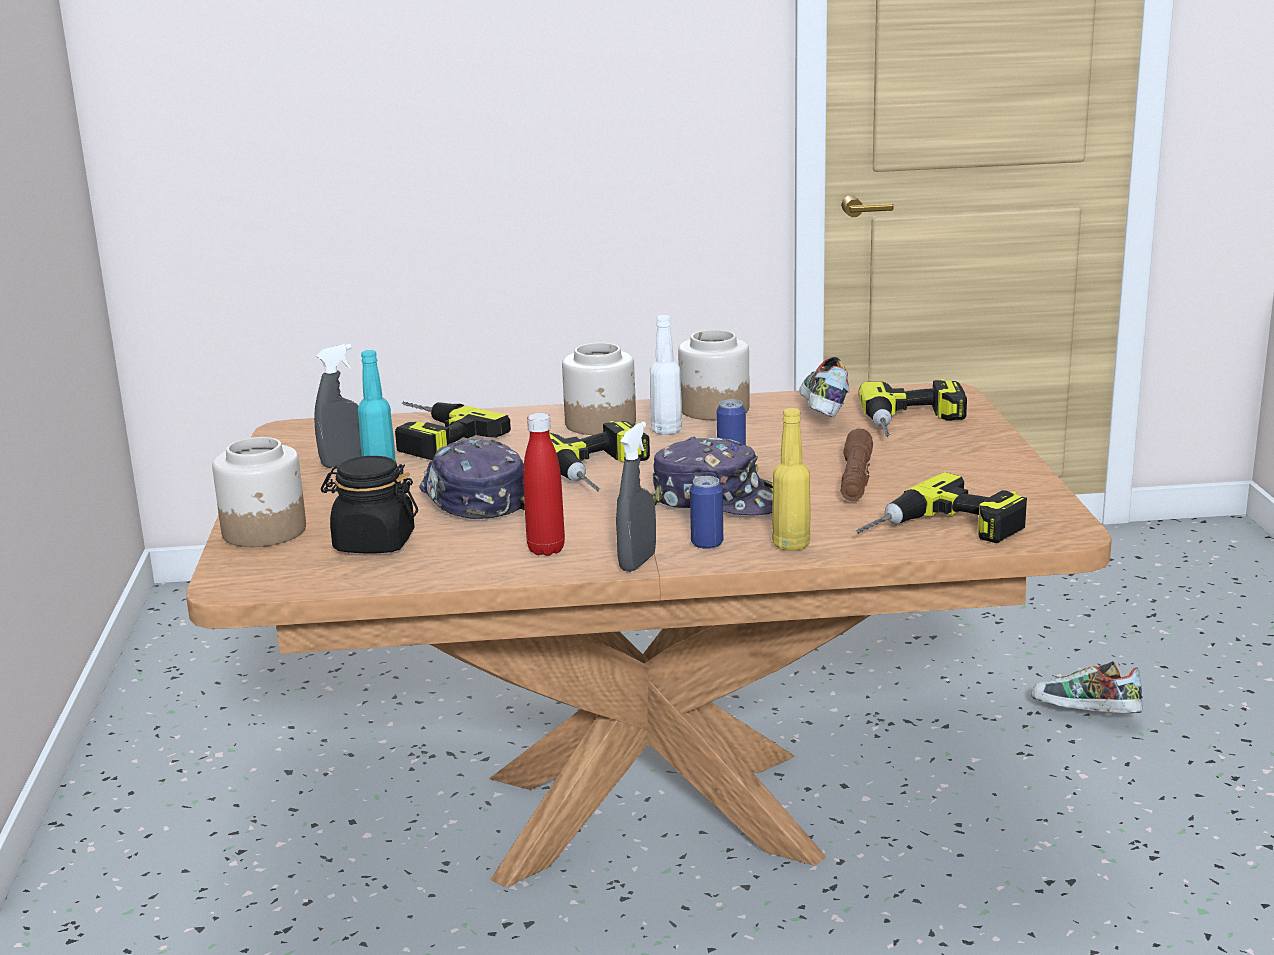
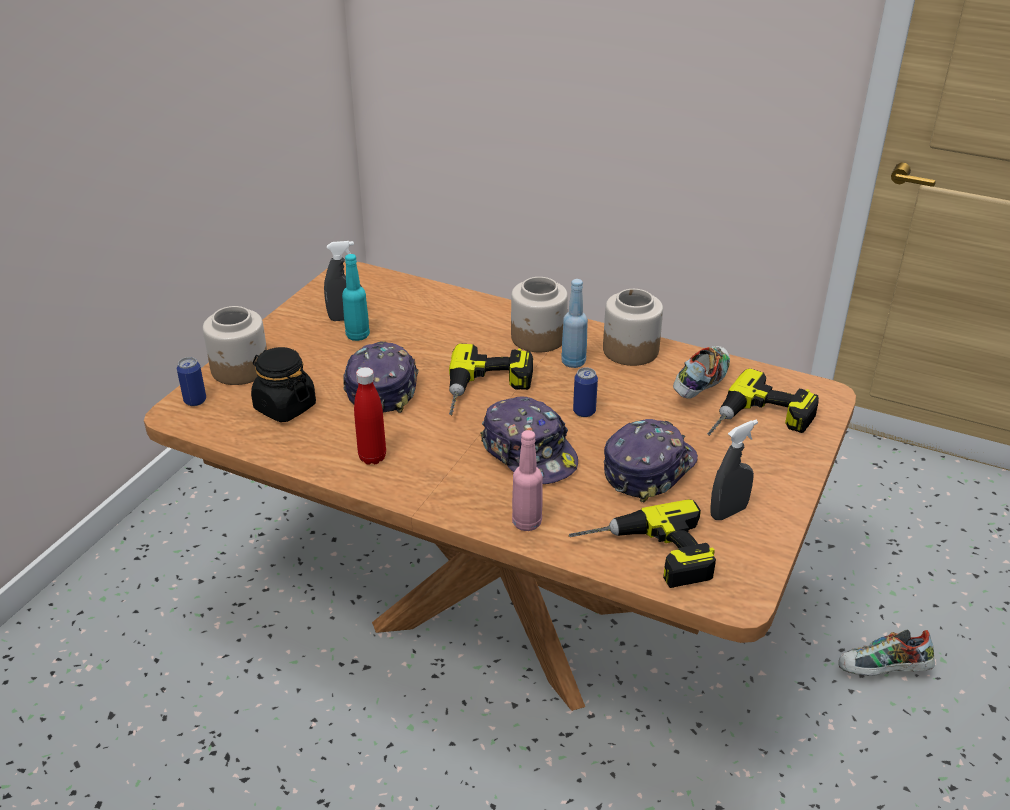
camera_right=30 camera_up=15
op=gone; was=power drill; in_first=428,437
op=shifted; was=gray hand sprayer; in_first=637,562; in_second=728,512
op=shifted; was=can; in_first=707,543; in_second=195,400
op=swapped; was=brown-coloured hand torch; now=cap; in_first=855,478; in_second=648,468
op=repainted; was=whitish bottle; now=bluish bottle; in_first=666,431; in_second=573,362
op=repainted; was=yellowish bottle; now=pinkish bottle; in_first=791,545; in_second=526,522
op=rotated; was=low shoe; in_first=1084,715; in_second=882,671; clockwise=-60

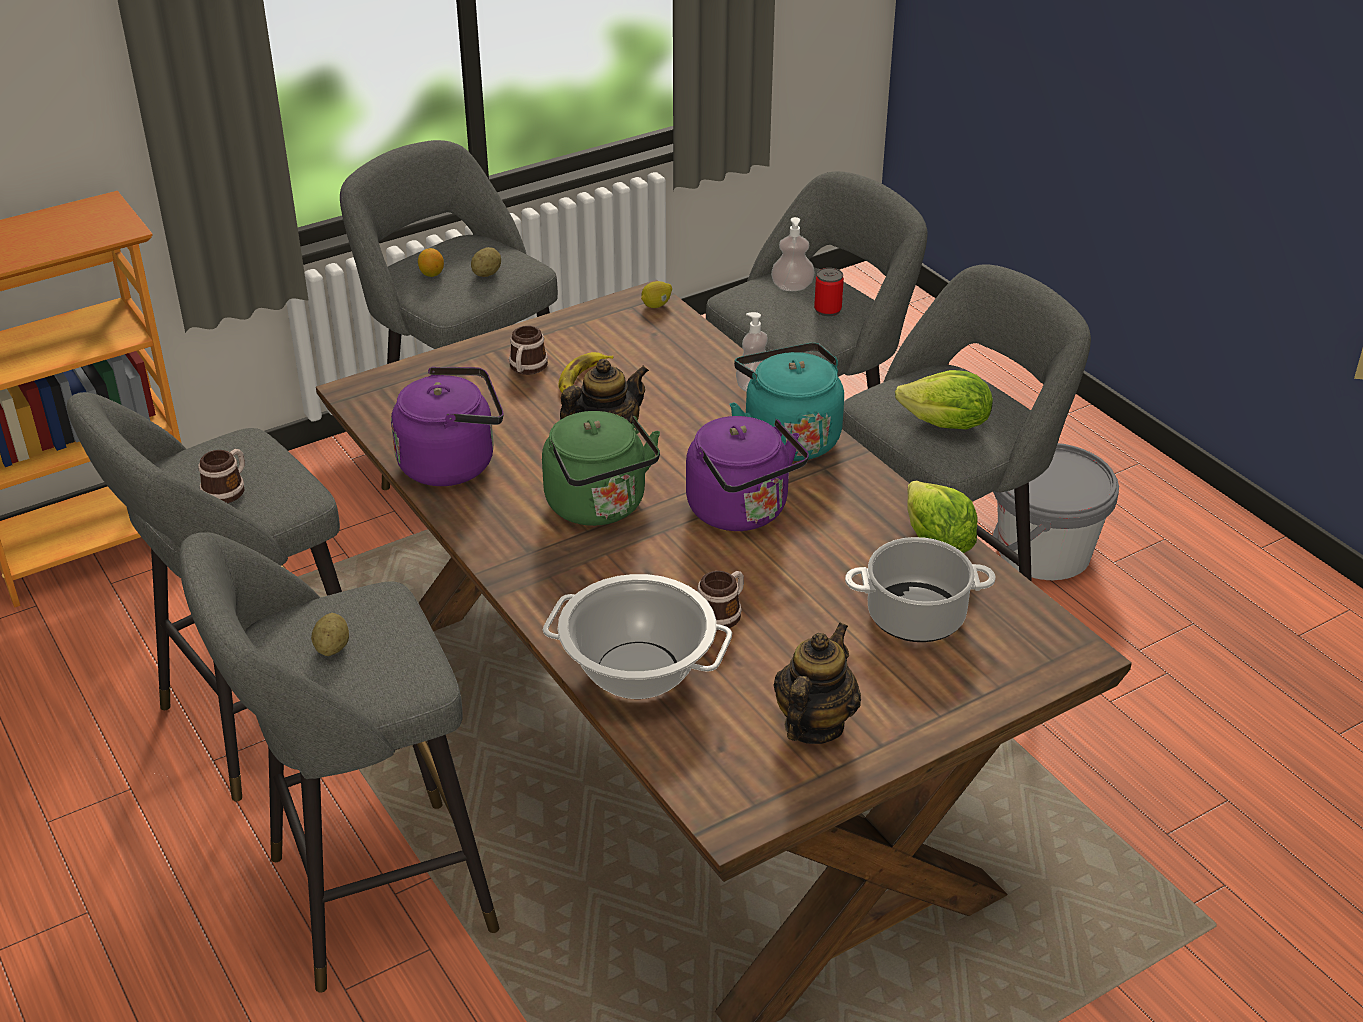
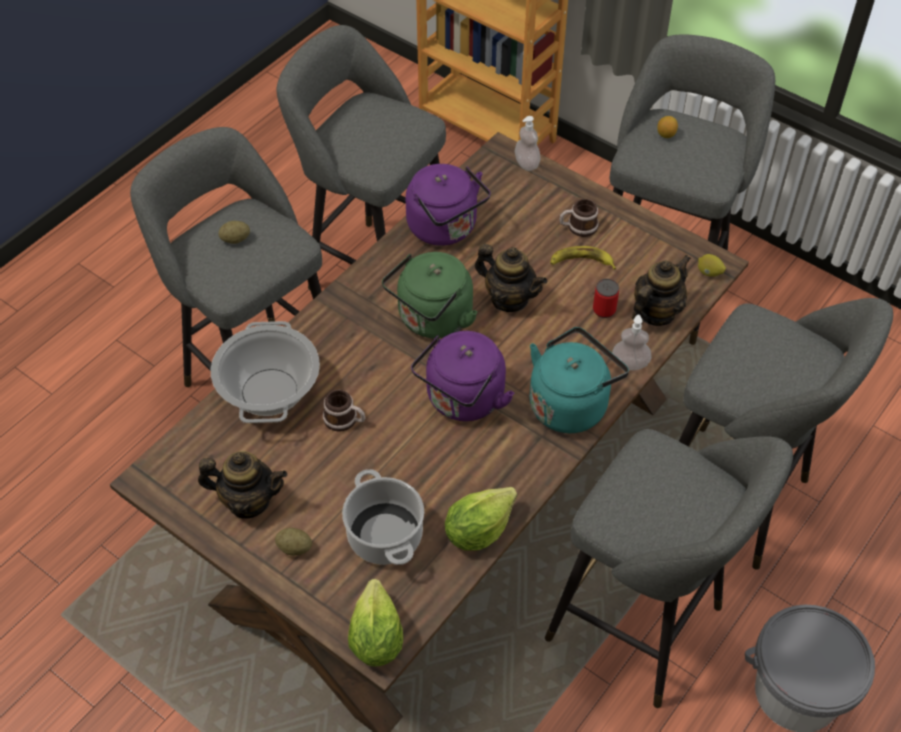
camera_right=70 camera_up=15
op=gone; was=tea mug; in_first=228,489
op=new; now=teapot; in_second=655,312
op=shifted; was=potato; in_first=487,274; in_second=294,548
op=shifted; was=liquid soap bottle; in_first=792,287; in_second=526,164
op=shifted; was=can; in_first=827,310; in_second=604,310
op=shifted; was=lettuce head; in_first=946,425; in_second=376,638

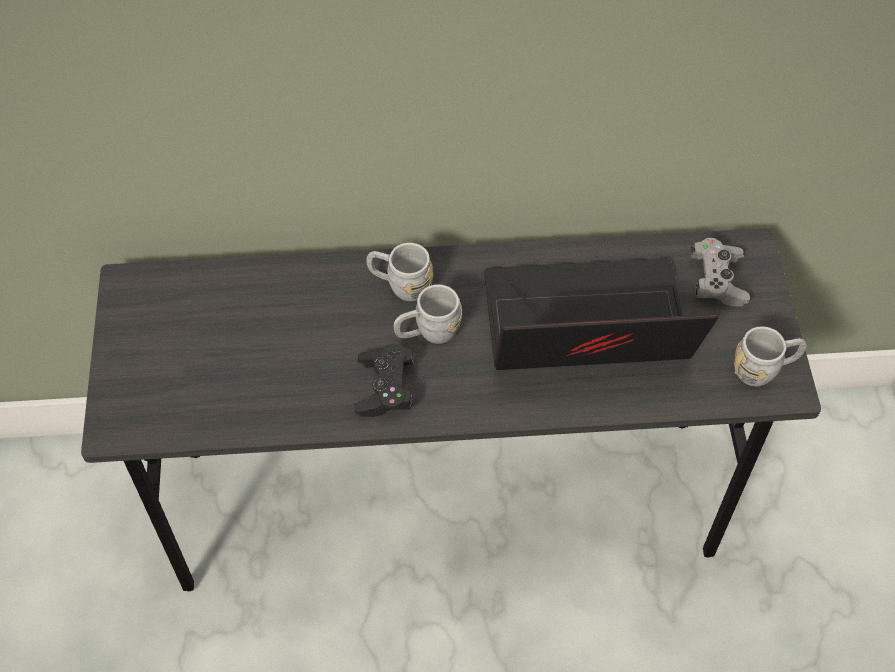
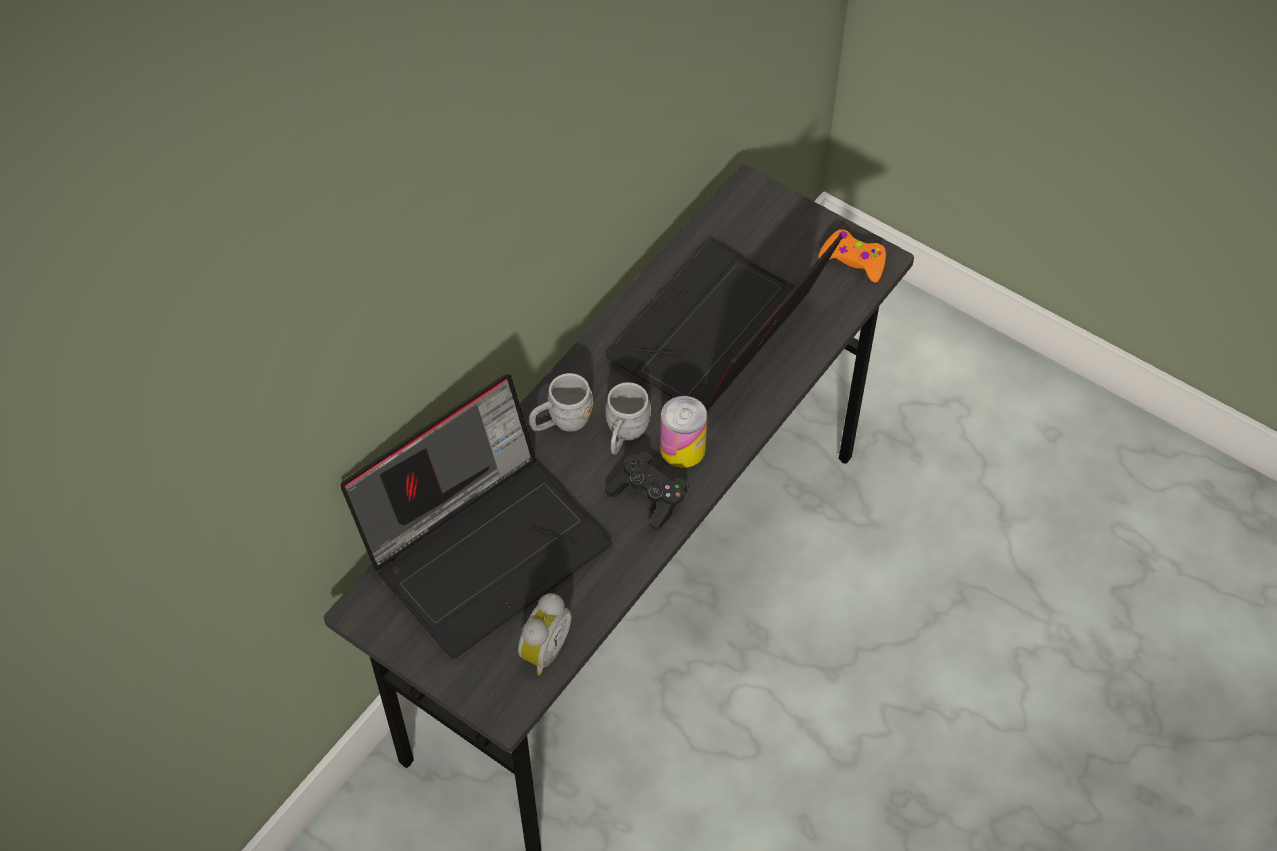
camera_right=-50 camera_up=0
op=gone; was=gray game controller; in_first=717,281
op=new; now=laptop; in_second=486,545
op=new; now=table clock; in_second=542,649
op=new; now=can; in_second=682,448
op=swapped; was=gray tea mug; now=orangey game controller; in_first=764,369; in_second=853,260

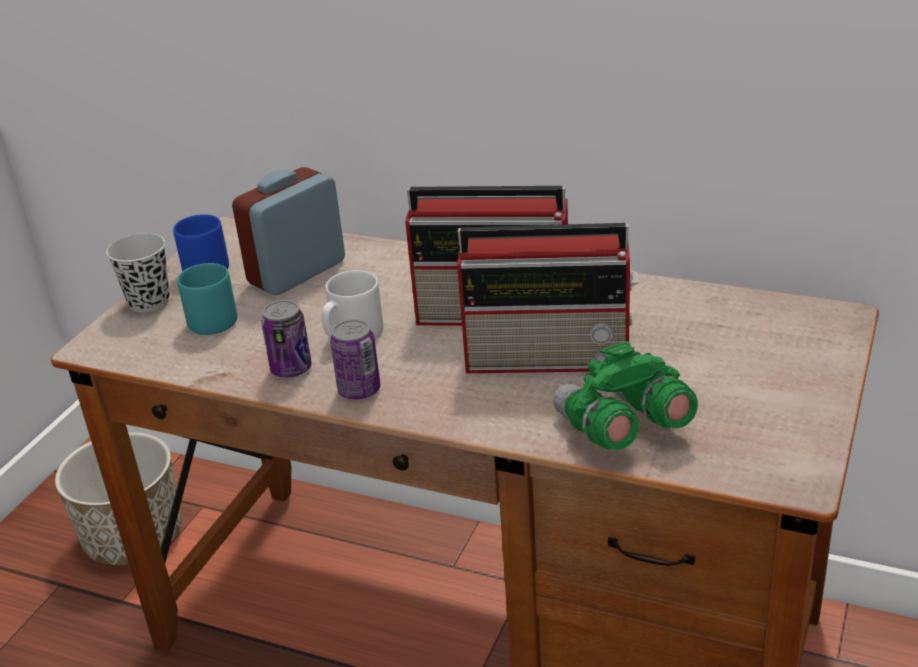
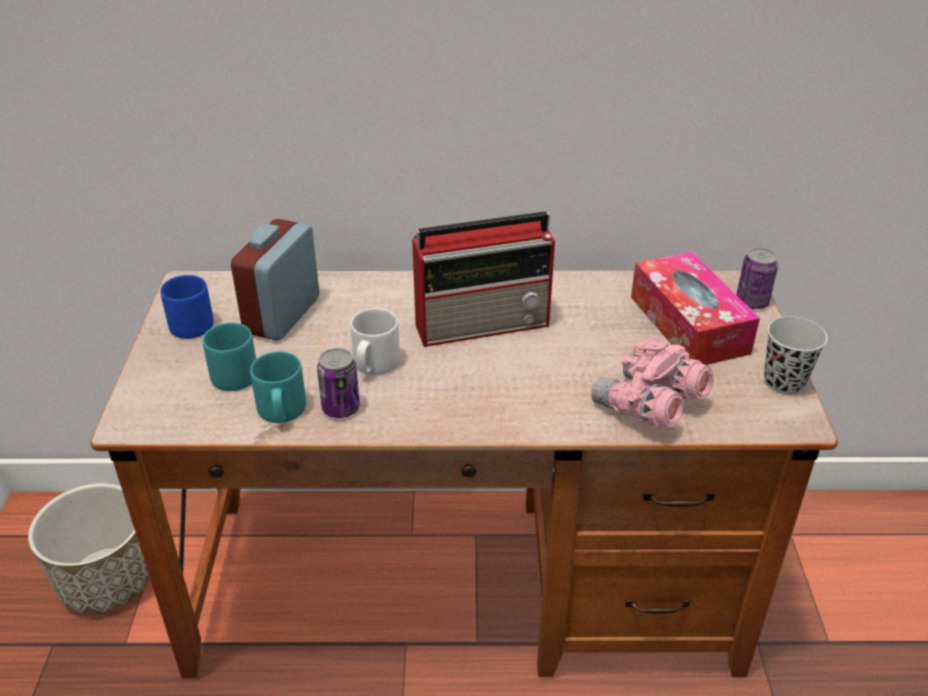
camera_right=-25 camera_up=5
op=gone; was=radio; in_first=551,357
op=new; now=turquoise-coloured tea mug; in_second=281,412
op=new; now=tissue box; in_second=688,324
op=shifted; was=black small cup; in_first=149,302; in_second=784,382
op=shifted; was=can; in_first=359,390; in_second=752,302
op=repainted; was=greenish field glasses; now=pinkish field glasses; in_first=621,430; in_second=649,407

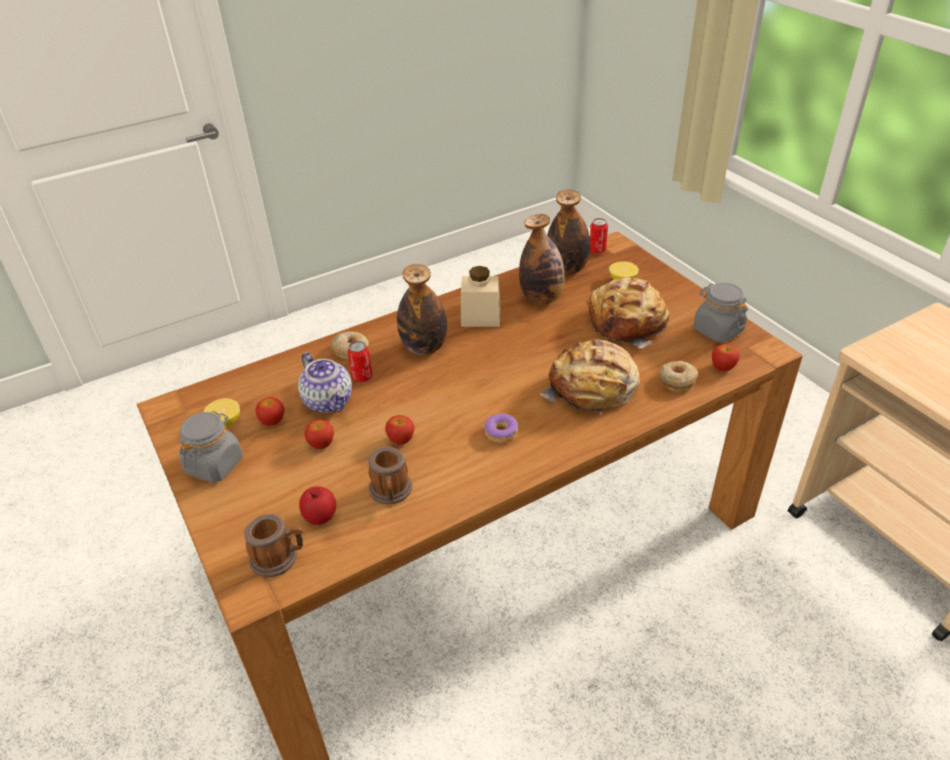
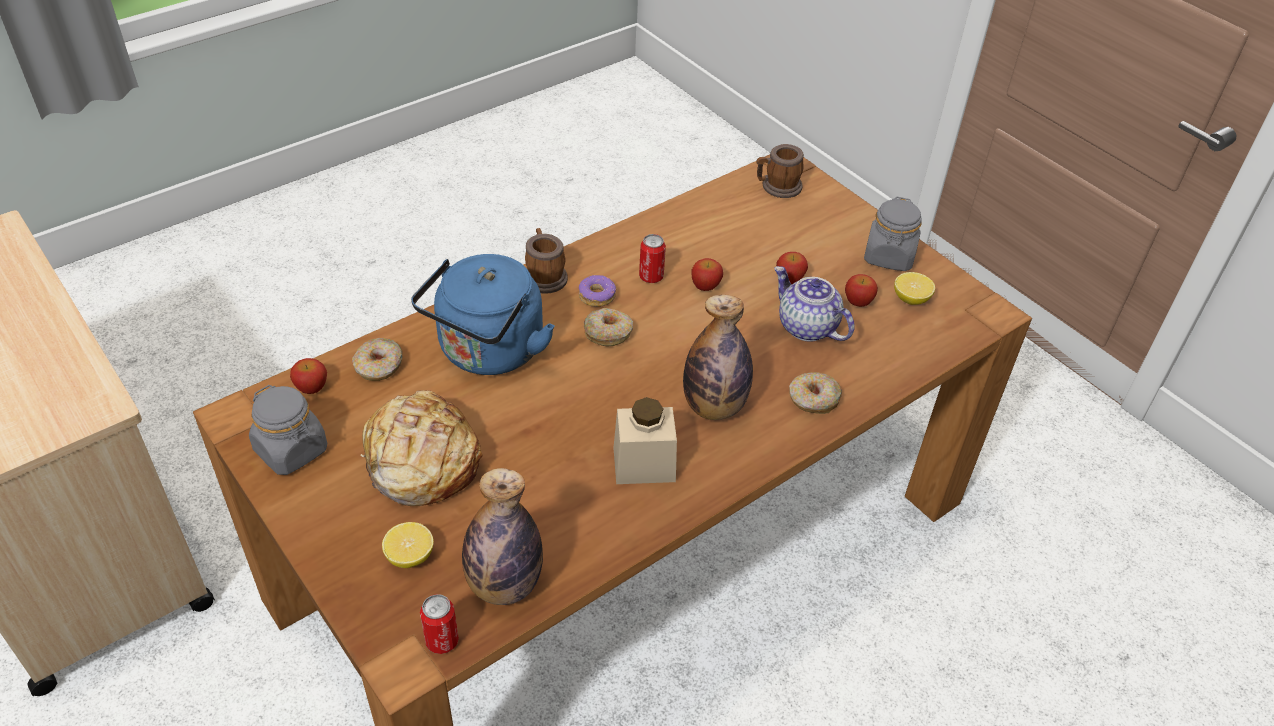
camera_right=170 camera_up=5
op=gone; was=whole apple; in_first=320,516
op=gone; was=bottle; in_first=542,298
op=new; now=doughnut; in_second=608,333
op=shifted; was=can; in_first=362,377; in_second=651,277
op=shifted; was=tea mug; in_first=391,492; in_second=544,276
op=swapped; was=bread; now=bluish kettle; in_first=592,388; in_second=488,353

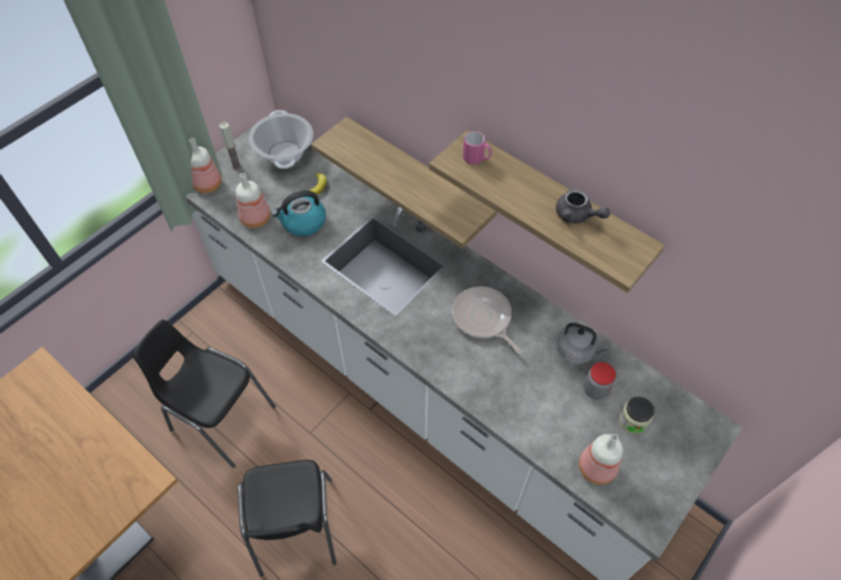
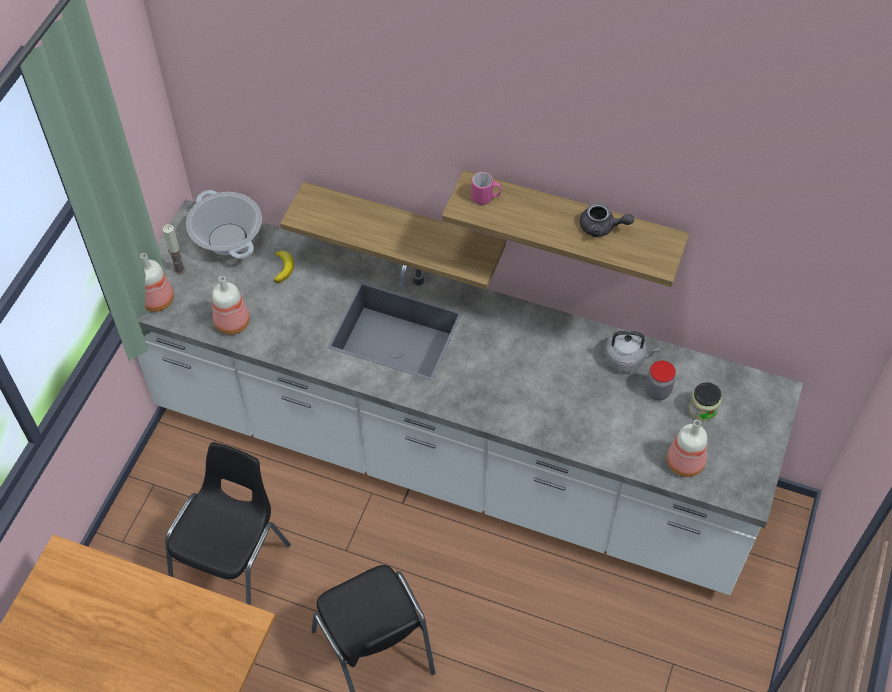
camera_right=-20 camera_up=0
op=gone; was=kettle; in_first=303,222
op=gone; was=skillet; in_first=483,319
op=rotated; was=black chair; in_first=220,417; in_second=234,568; clockwise=105

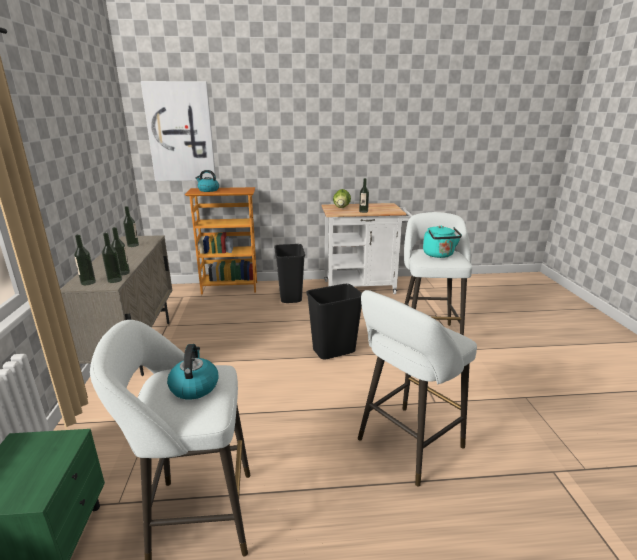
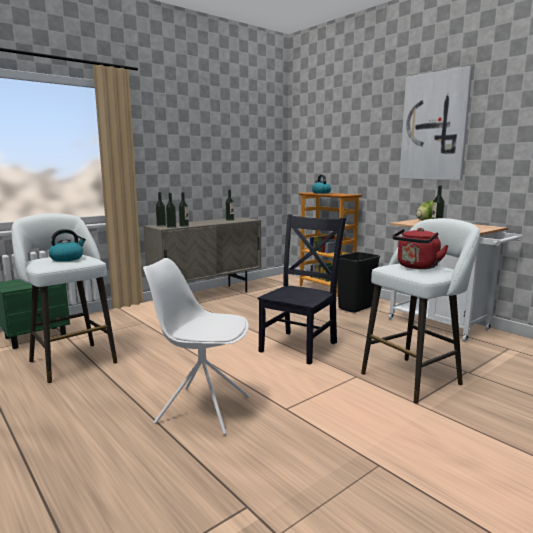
camera_right=55 camera_up=-10
op=shifted; was=wall picture; in_first=180,132; in_second=434,127
op=swapped; was=black waste bin; now=black chair; in_first=334,350; in_second=300,345
op=swapped; was=whitish stool seat; now=whitish chair; in_first=406,446; in_second=202,409
op=repainted; was=turquoise-coloured kettle; now=reddish kettle; in_first=439,255; in_second=416,267

